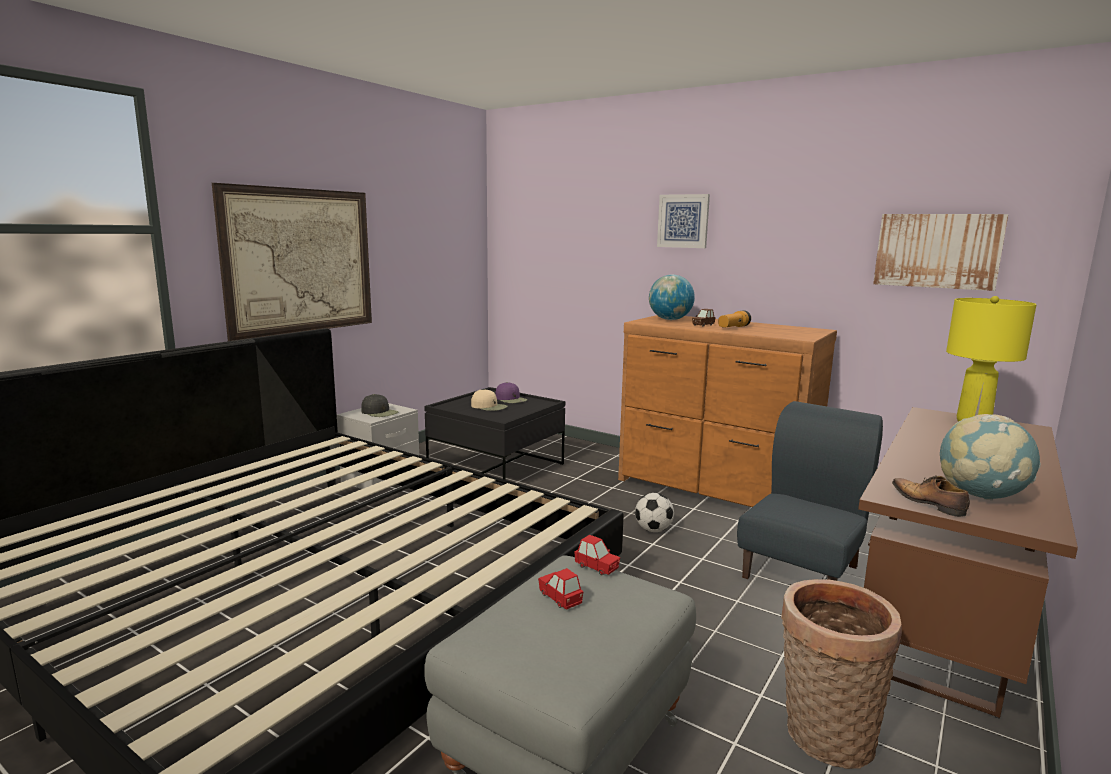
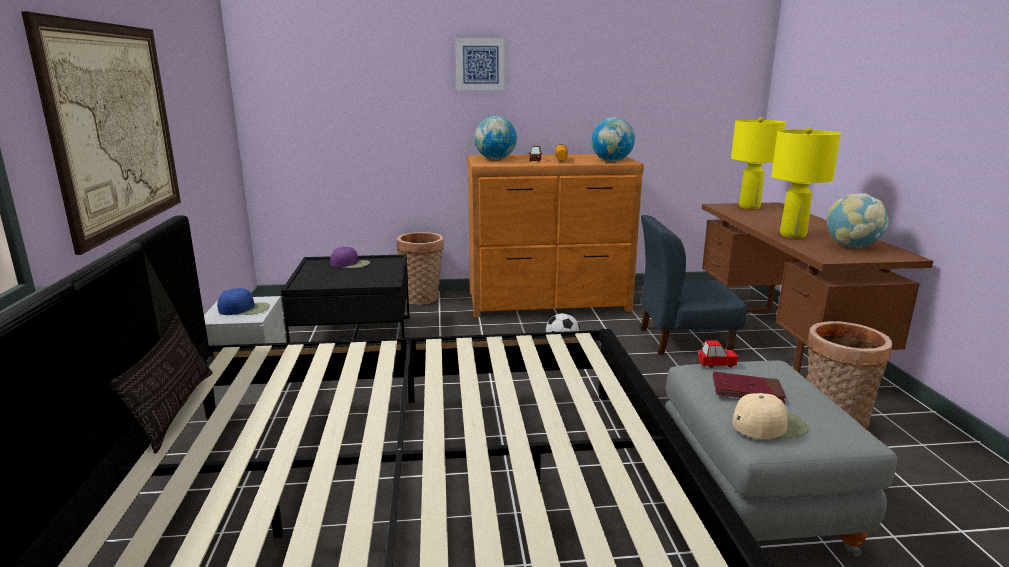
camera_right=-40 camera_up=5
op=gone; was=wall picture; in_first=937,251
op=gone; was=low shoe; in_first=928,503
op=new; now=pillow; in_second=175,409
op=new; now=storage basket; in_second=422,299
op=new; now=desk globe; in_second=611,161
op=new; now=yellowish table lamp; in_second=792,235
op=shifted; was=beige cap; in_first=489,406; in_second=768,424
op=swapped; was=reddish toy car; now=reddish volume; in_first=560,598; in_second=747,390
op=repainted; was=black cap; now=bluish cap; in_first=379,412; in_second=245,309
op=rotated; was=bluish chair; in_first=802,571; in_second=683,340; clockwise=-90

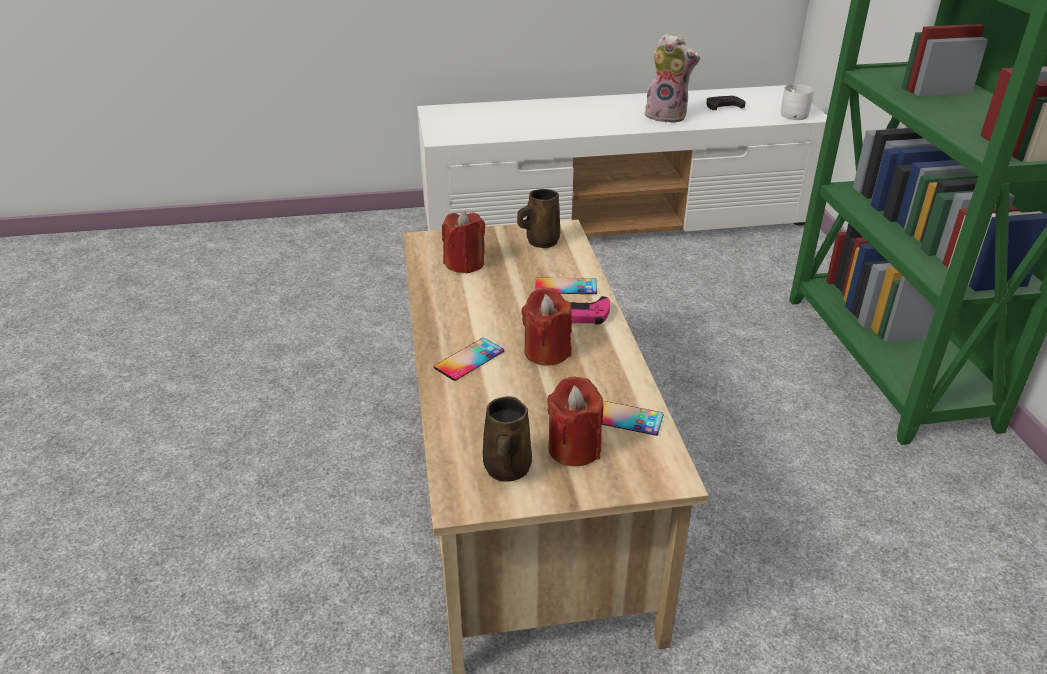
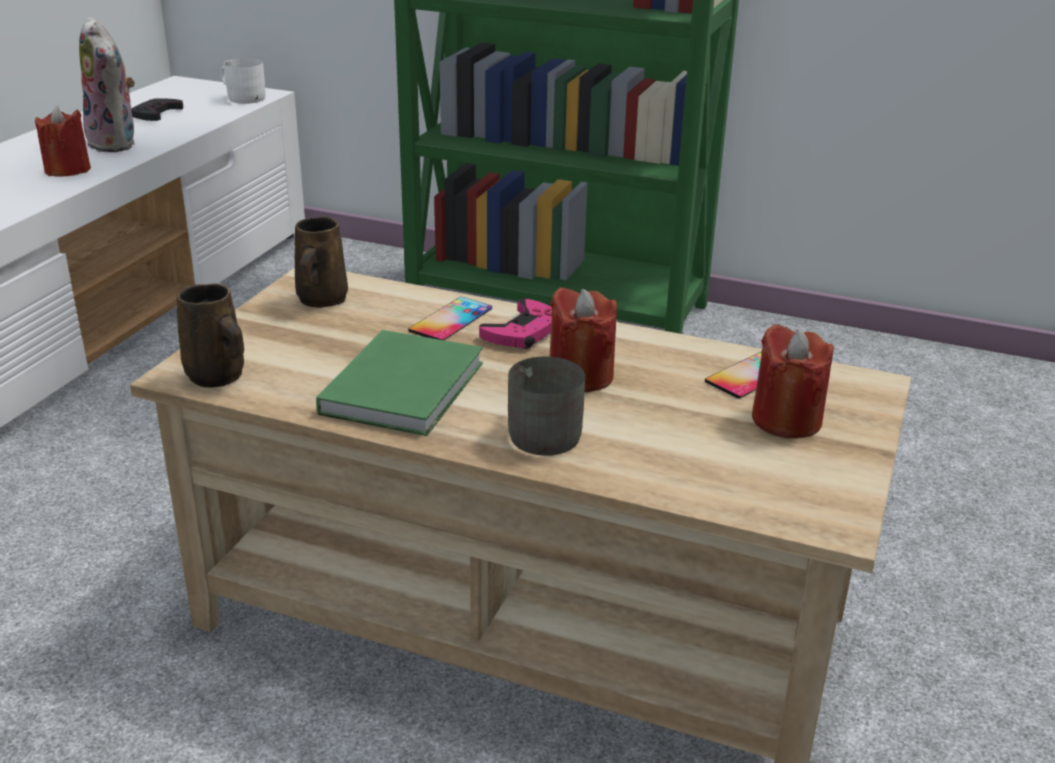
camera_right=-60 camera_up=-5
op=new; now=greenish volume; in_second=407,386
op=shifted; was=reddish wax light; in_first=465,264; in_second=67,170
op=shifted; was=brown-coloured tea mug; in_first=506,470; in_second=217,377
op=swapped; was=phone; now=gray tea mug; in_first=469,359; in_second=541,430
op=rotated; was=cuddly toy; in_first=667,116; in_second=117,143; clockwise=90

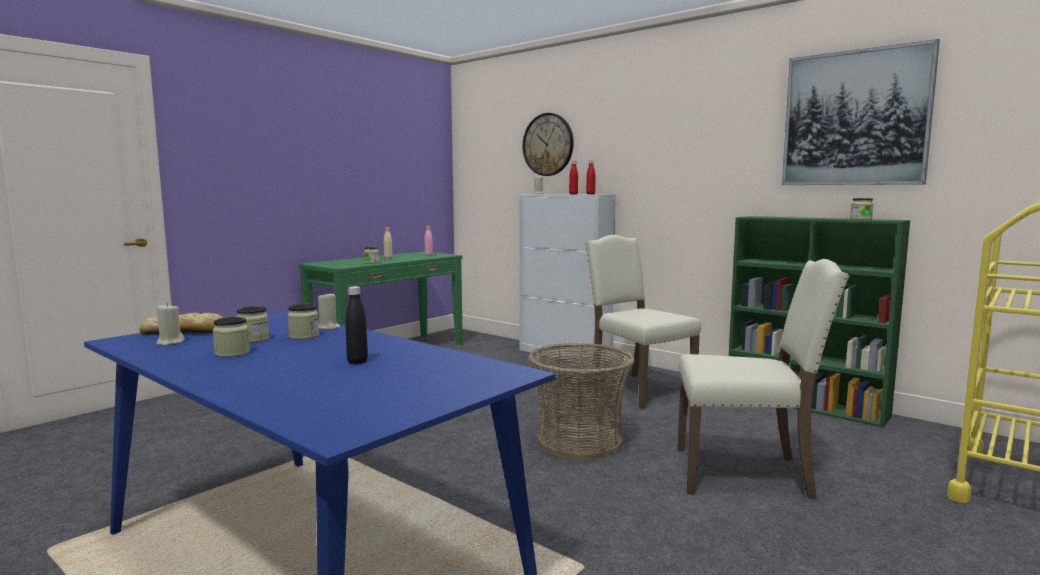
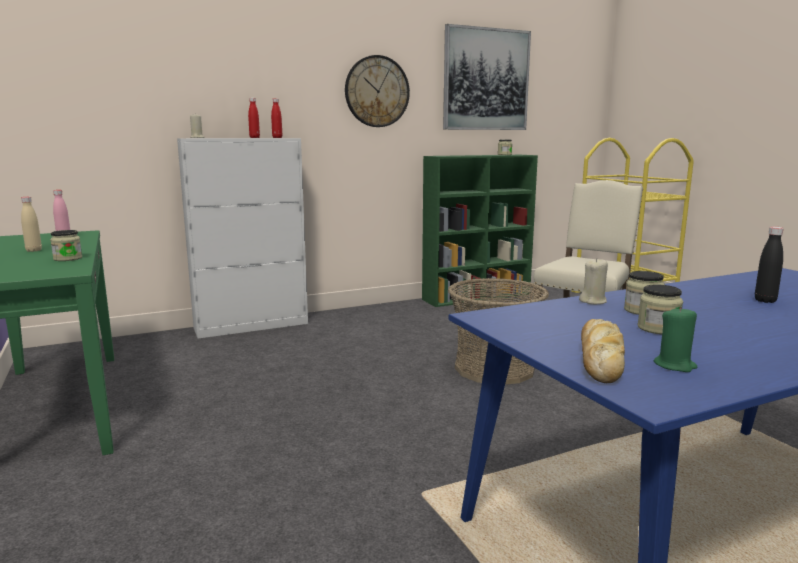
camera_right=-65 camera_up=5
op=gone; was=jar; in_first=232,353
op=gone; was=beige chair; in_first=637,389
op=shifted; was=hanging clock; in_first=548,144; in_second=377,91
op=repainted; was=beige wax light; now=greenish wax light; in_first=170,342; in_second=675,365

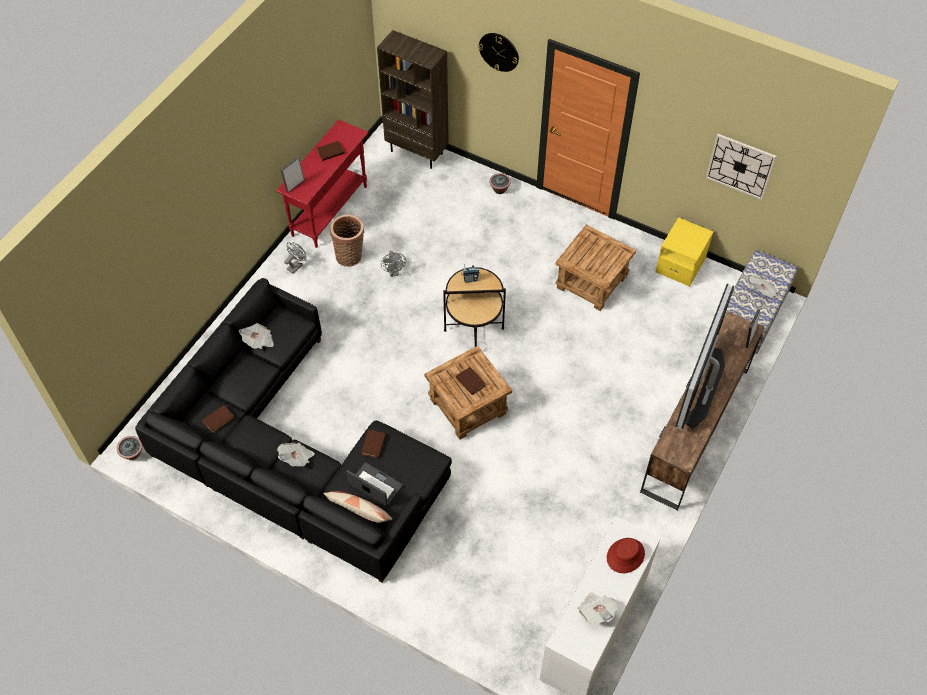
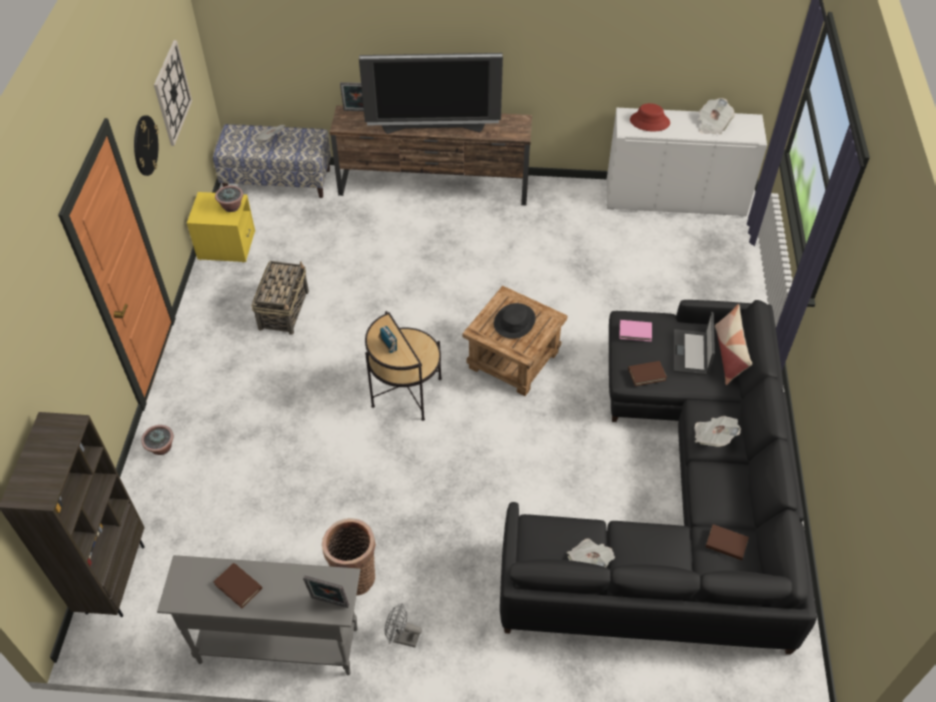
camera_right=-115 camera_up=-5
op=gone; was=gray fan; in_first=394,272
op=new; now=pinkish volume; in_second=635,332
op=shifted; was=houseplant; in_first=133,454; in_second=232,207
op=shifted; was=hanging clock; in_first=499,51; in_second=145,145
op=swapped; was=brown-coloured volume; now=black clothing hat; in_first=470,382; in_second=514,321
op=swapped; was=brown-coloured accent table; now=storage basket; in_first=592,282; in_second=284,309
op=repainted; was=reddish hall table; now=gray hall table; in_first=330,211; in_second=278,644

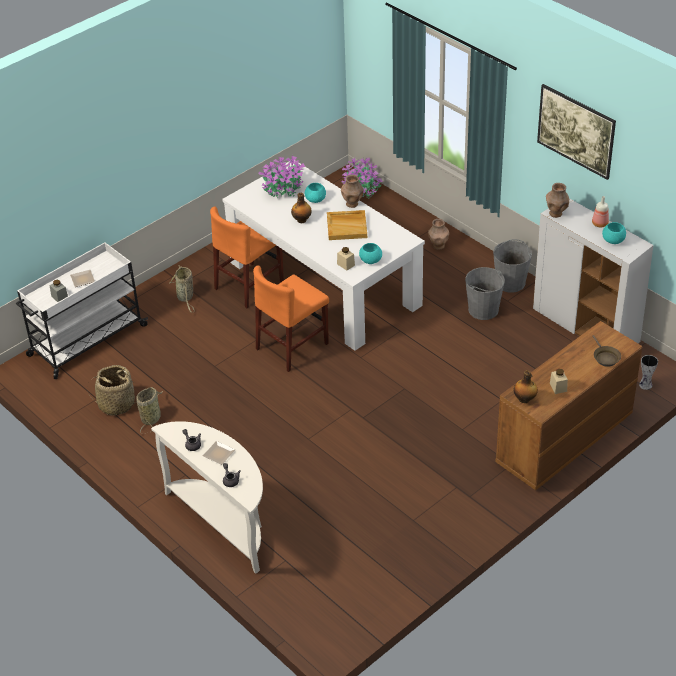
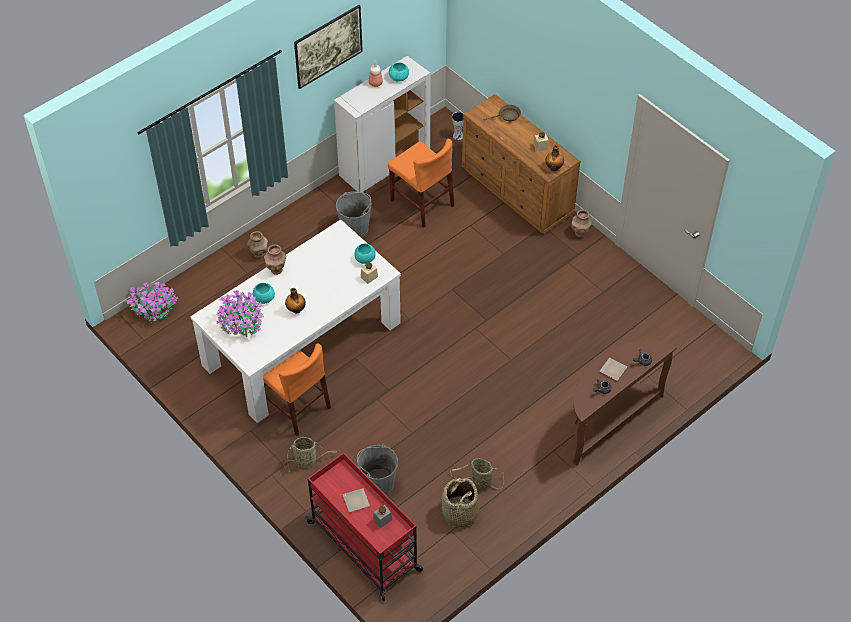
camera_right=-90 camera_up=10
op=gone; was=beige tray; in_first=347,226
op=shifted; was=orangey chair; in_first=292,346; in_second=422,203
op=shifted; was=gray pail; in_first=510,282; in_second=378,483
op=shifted; was=brown-coloured flower vase; in_first=556,214; in_second=580,233
op=repainted; was=whitish wheeled cart; now=reddish wheeled cart; in_first=86,341; in_second=365,547
op=repainted; was=whitish hall table; now=brown-coloured hall table; in_first=224,522; in_second=608,420

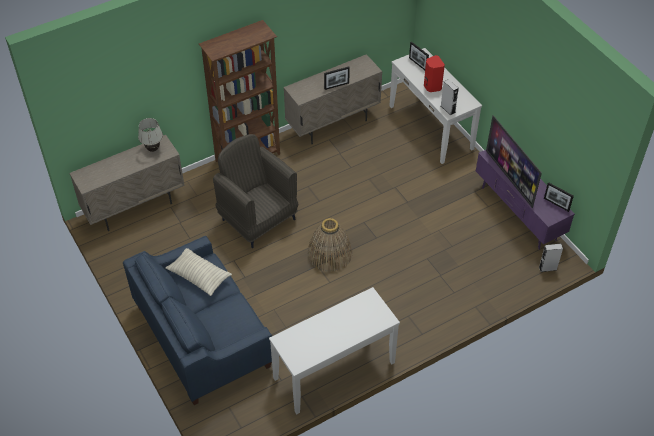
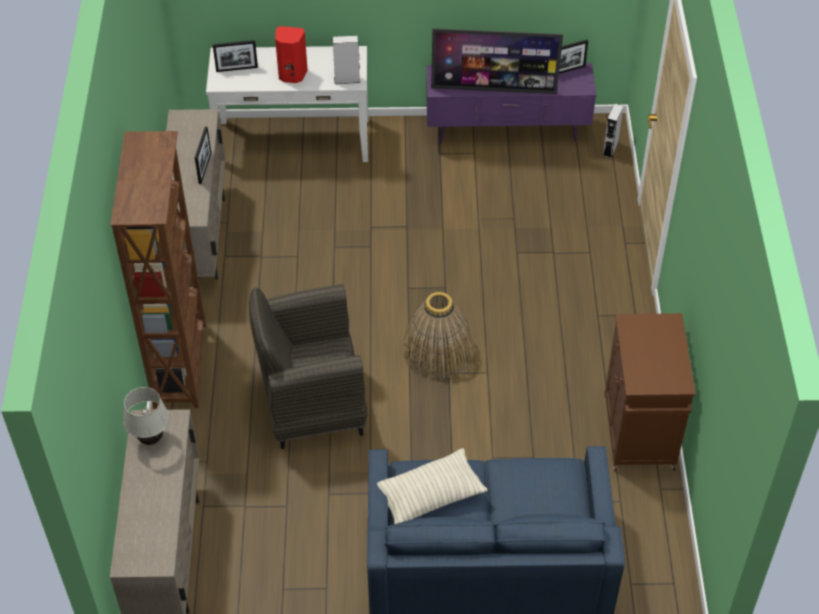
camera_right=-60 camera_up=0
op=swapped; was=whitish hall table; now=brown-coloured storage cabinet; in_first=334,370; in_second=639,434

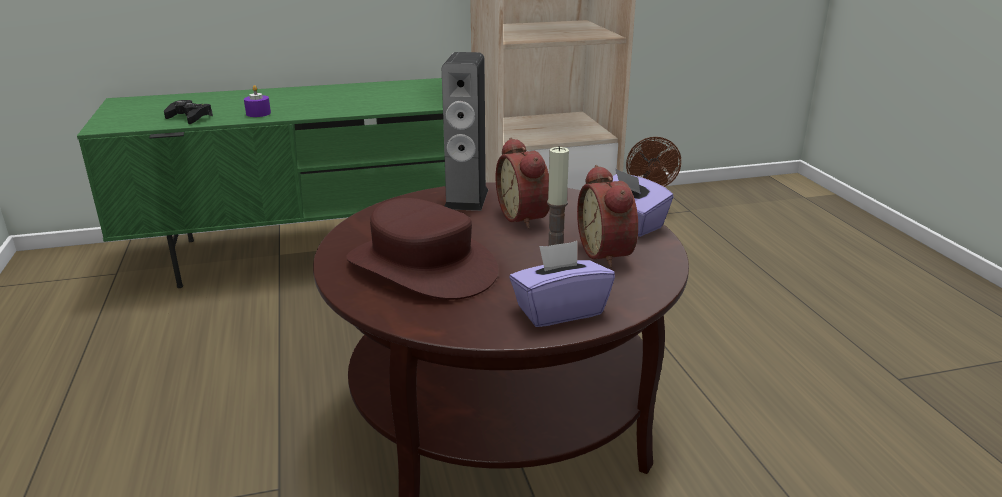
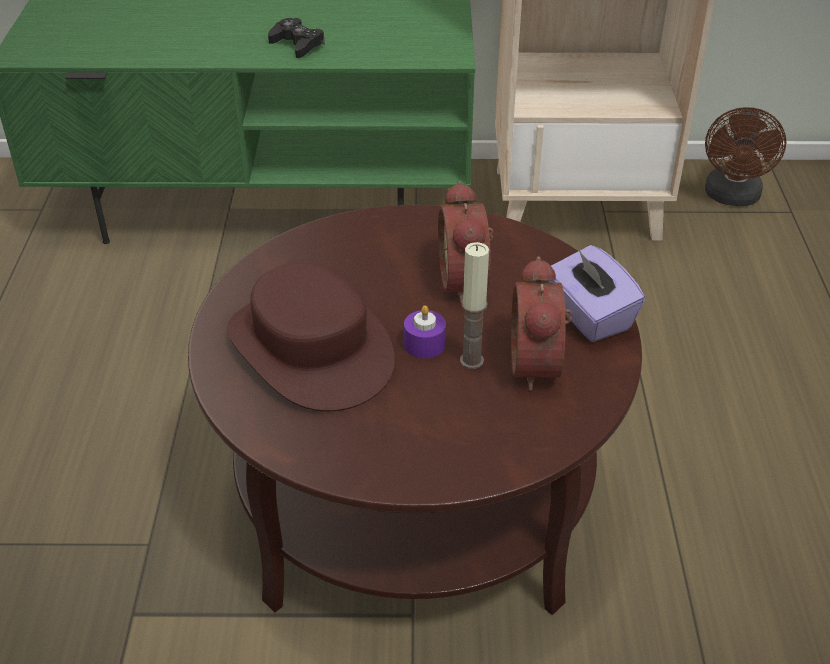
camera_right=15 camera_up=15
op=gone; was=audio speaker; in_first=466,199
op=gone; was=purple tissue box; in_first=559,311
op=shifted; was=black game controller; in_first=189,118; in_second=297,44
op=shifted; was=purple wax light; in_first=258,113; in_second=424,344

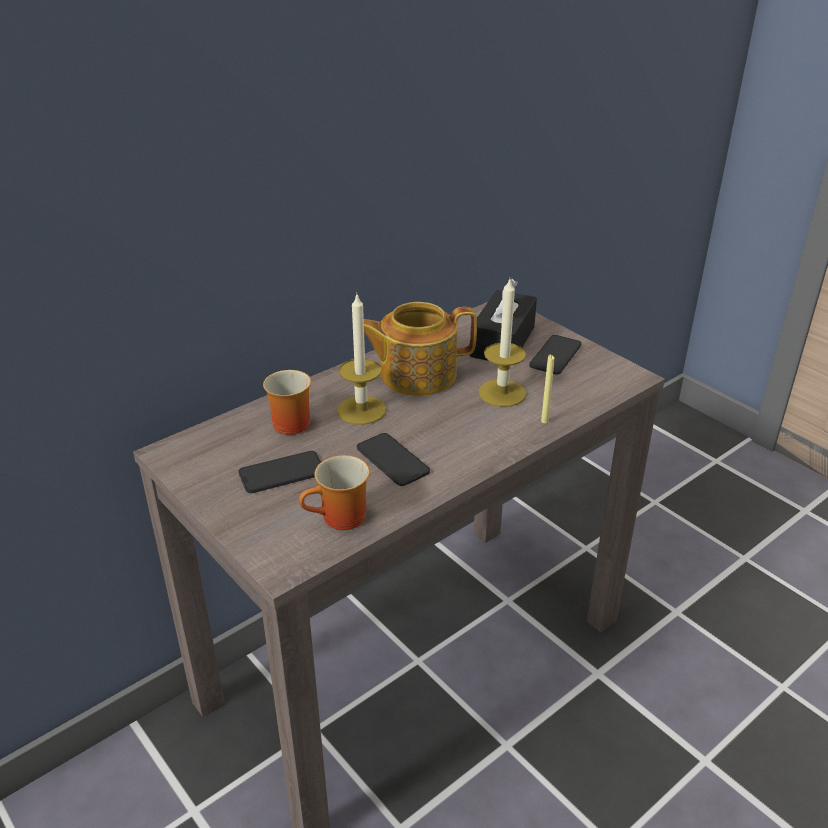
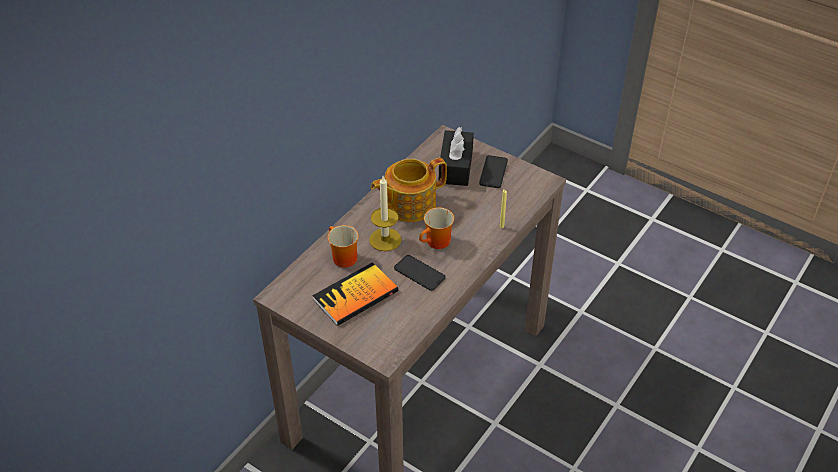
camera_right=-15 camera_up=10
op=gone; was=wax light; in_first=502,393
op=shifted; was=tea mug; in_first=341,520; in_second=437,243
op=swapped; was=phone; now=volume; in_first=282,473; in_second=355,295

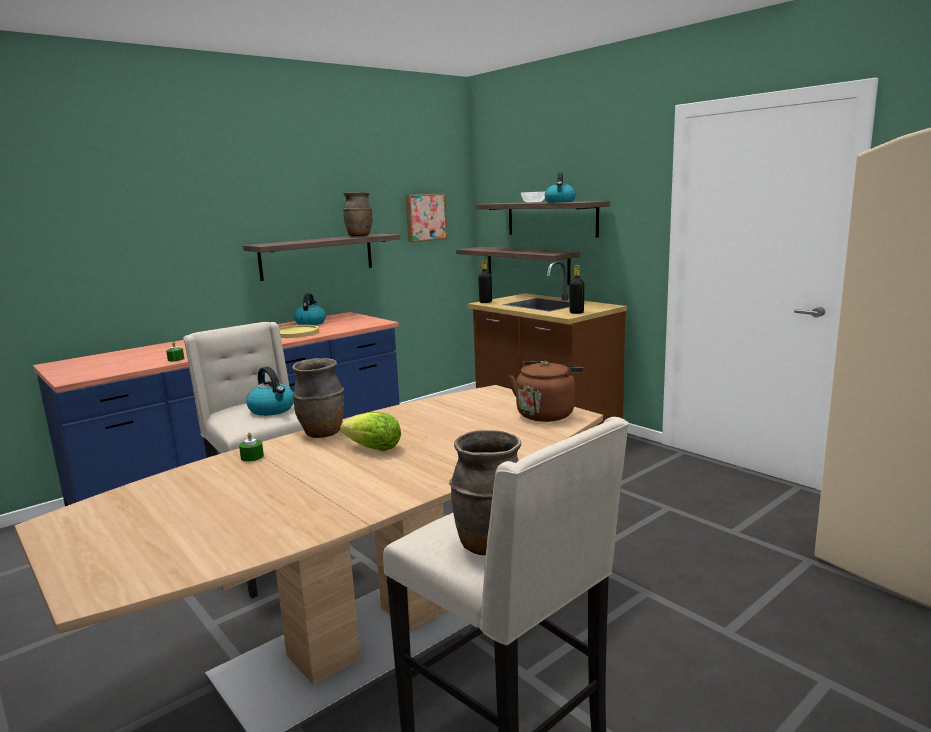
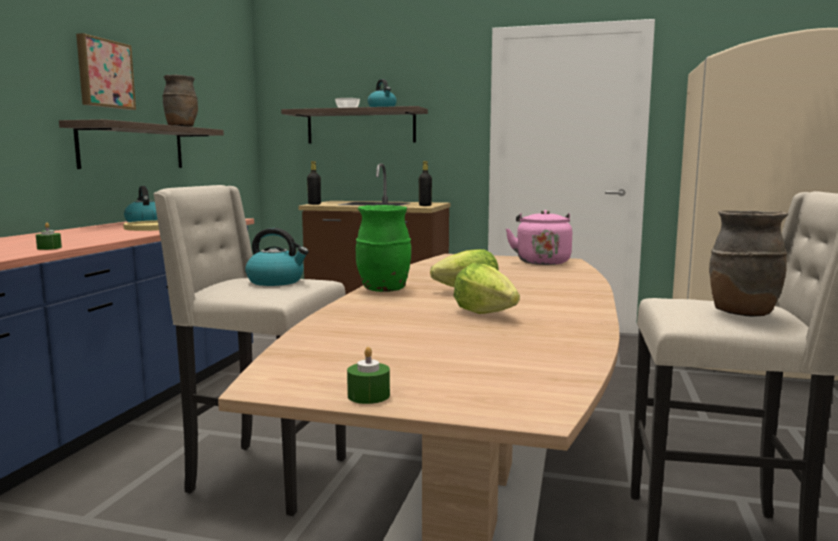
camera_right=-35 camera_up=-5
op=gone; was=shelf; in_first=527,264
op=new; now=lettuce head; in_second=485,313
op=shifted; was=greenish wax light; in_first=252,457; in_second=368,395
op=shifted; was=wall picture; in_first=425,217; in_second=104,74
op=repainted; was=brown-coloured flower vase; now=greenish flower vase; in_first=322,434; in_second=384,290
op=repainted; was=brown-coloured kettle; now=pinkish kettle; in_first=546,414; in_second=541,261

